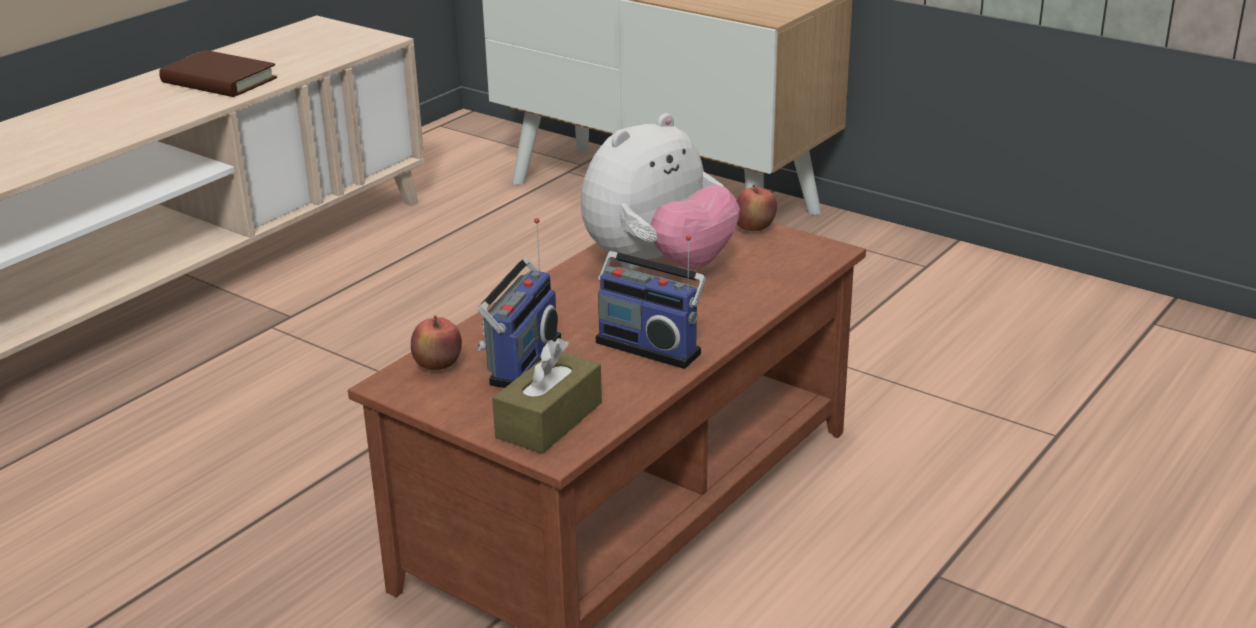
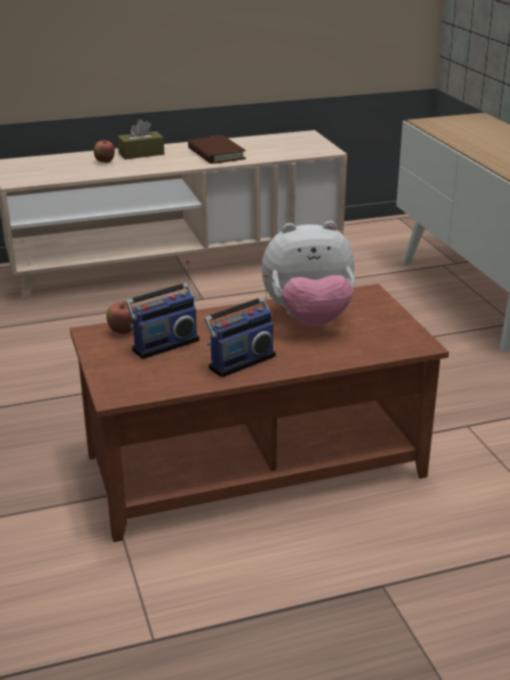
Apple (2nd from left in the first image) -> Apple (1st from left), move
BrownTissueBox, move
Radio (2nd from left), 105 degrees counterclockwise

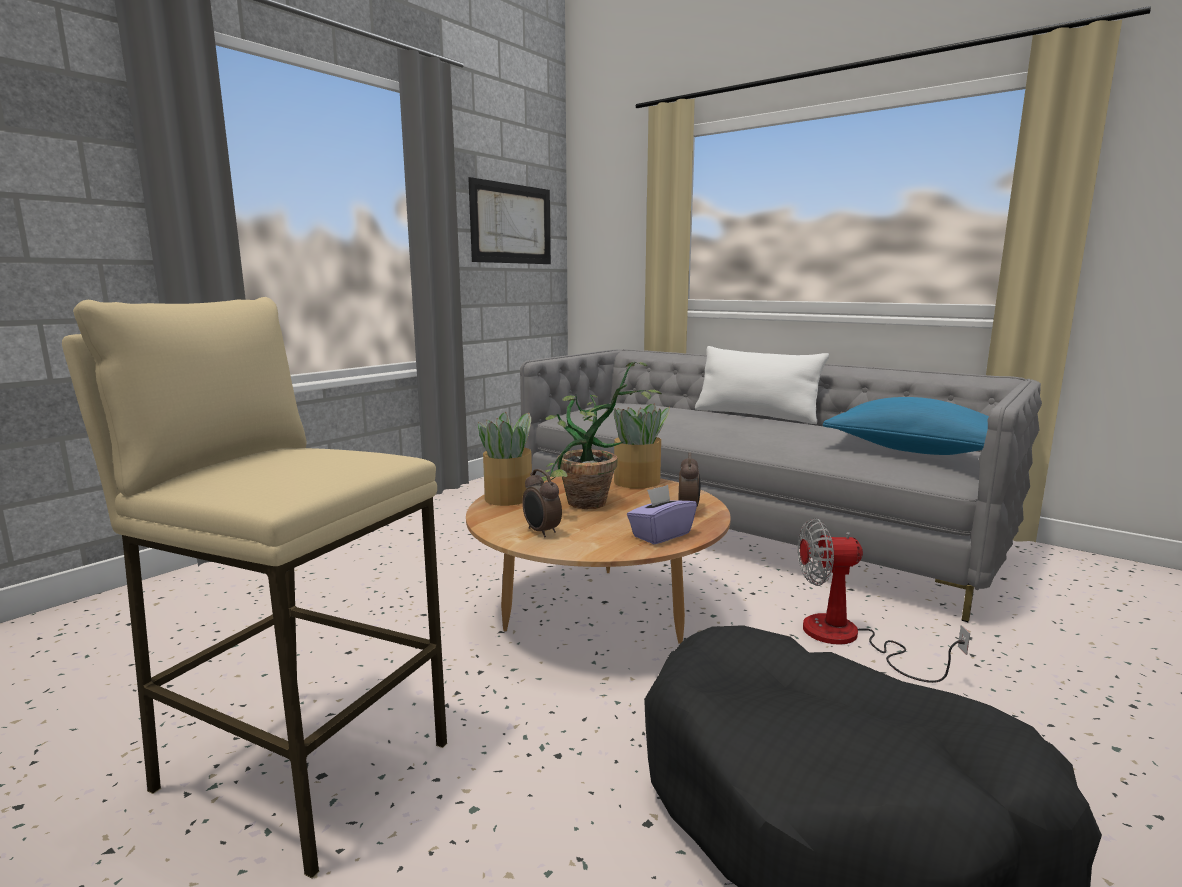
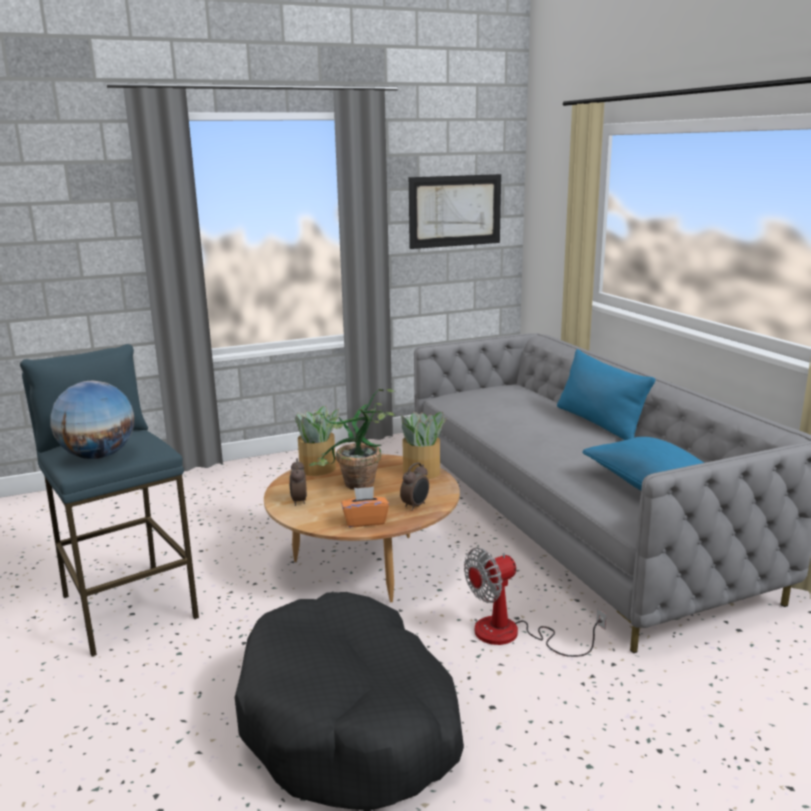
BeigeStool -> BlueStool
none -> Globe
PurpleTissueBox -> OrangeTissueBox
Fan, 60 degrees counterclockwise
WhitePillow -> BluePillow (1st from left)

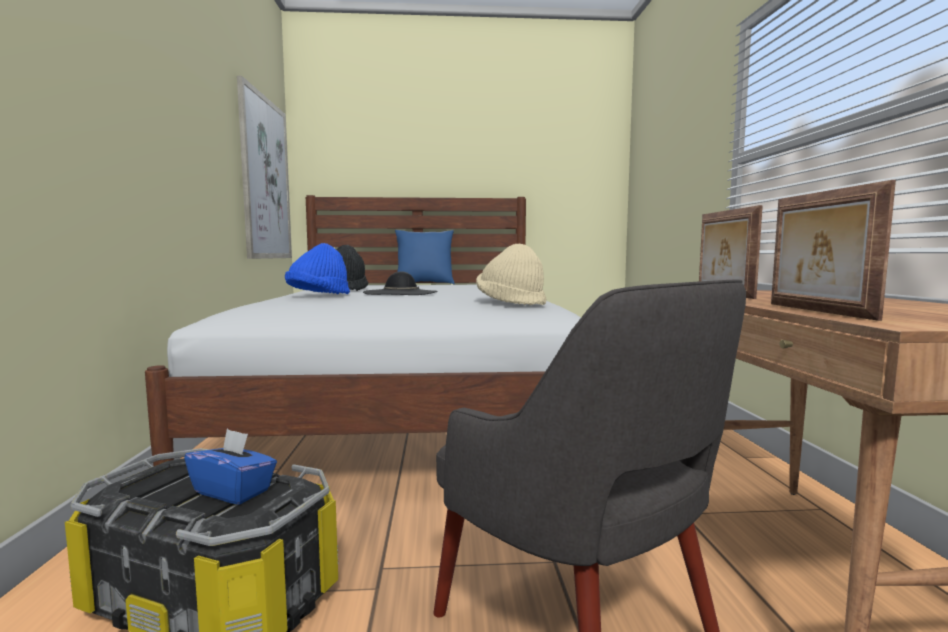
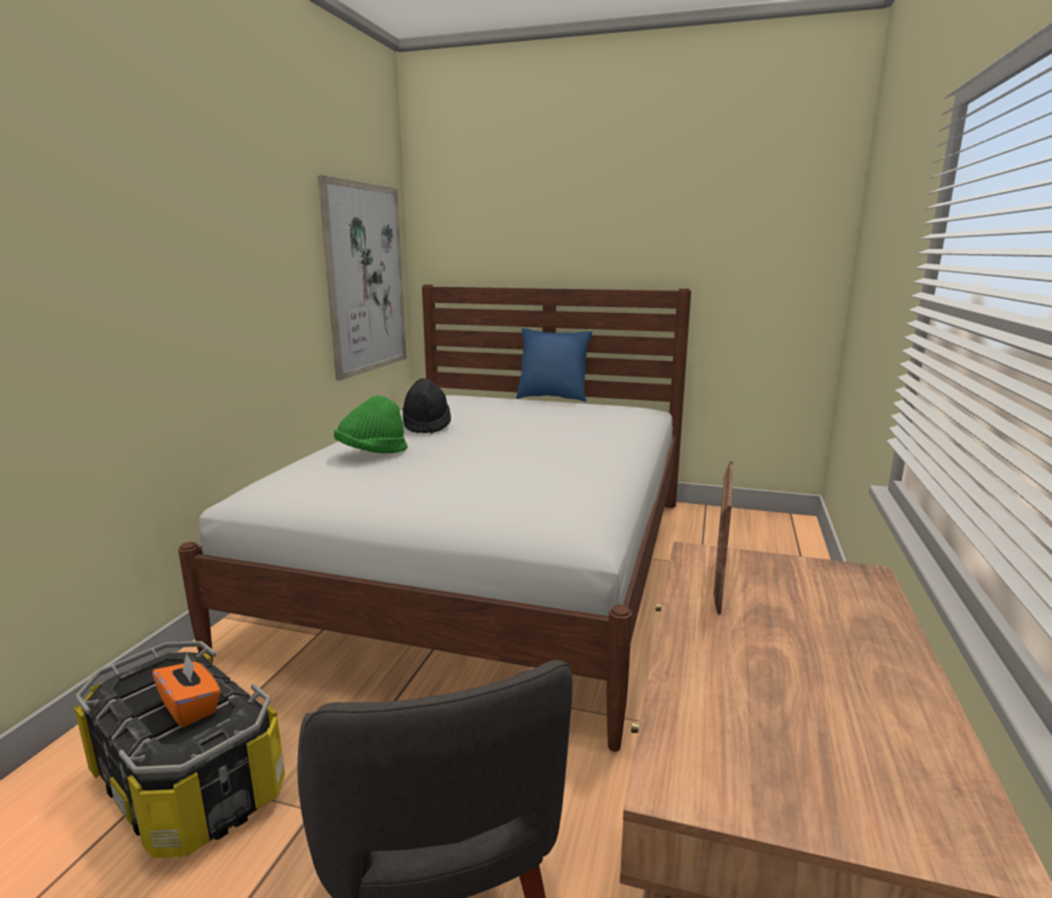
BlueTissueBox -> OrangeTissueBox
BlueHat -> GreenHat
BlackHat (2nd from left) -> none
BeigeHat -> none
PictureFrame (2nd from left) -> none

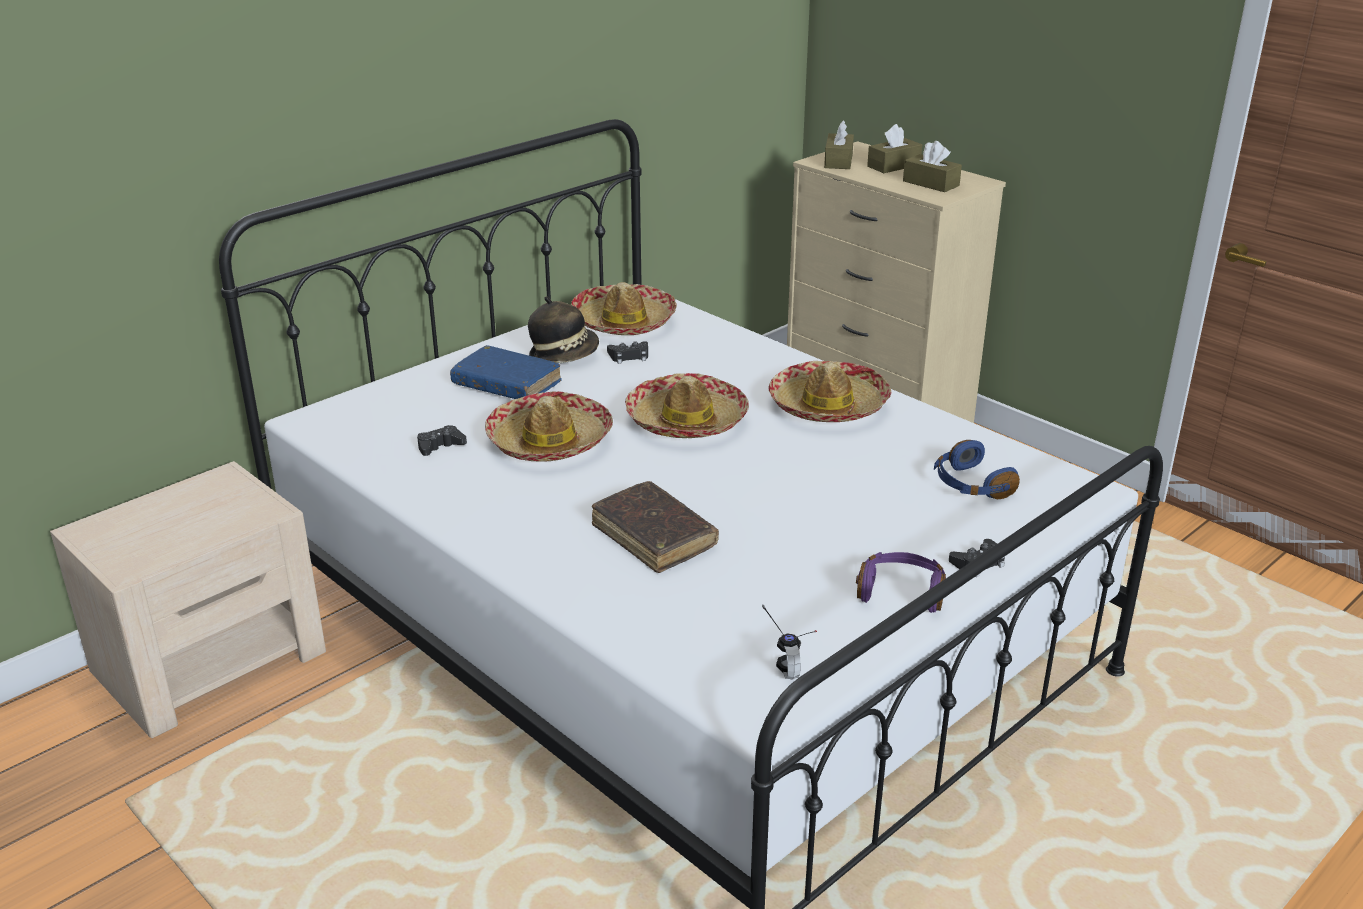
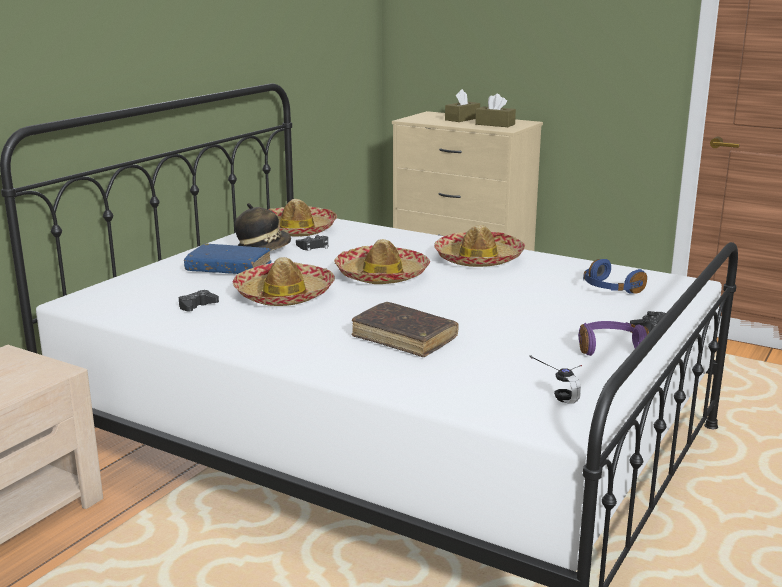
BrownTissueBox (1st from left) -> none

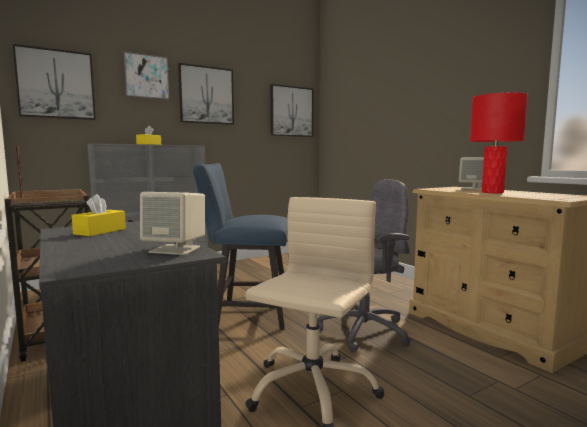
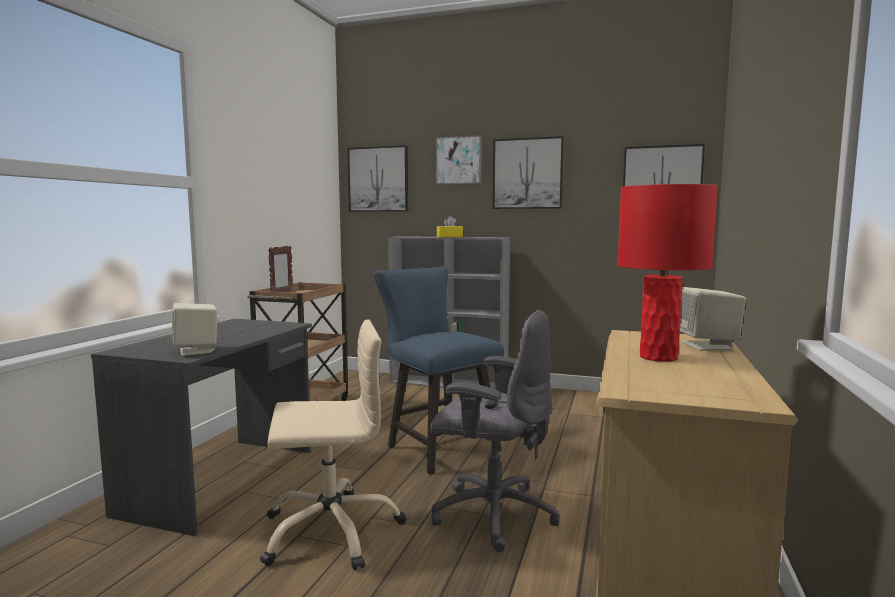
YellowTissueBox (1st from left) -> none

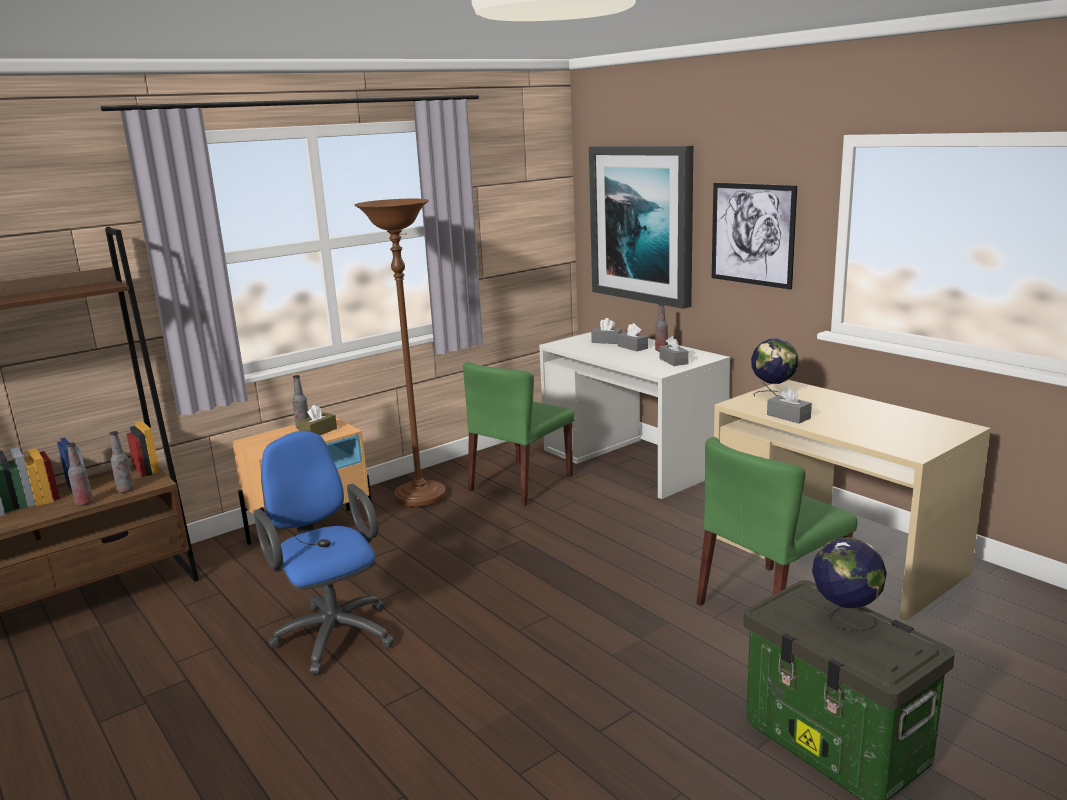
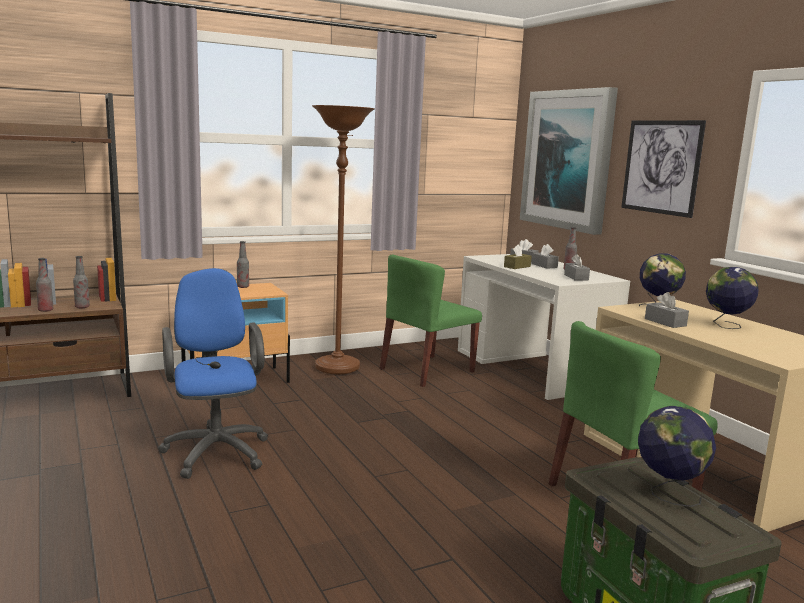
BrownTissueBox, move
none -> Globe (3rd from left)

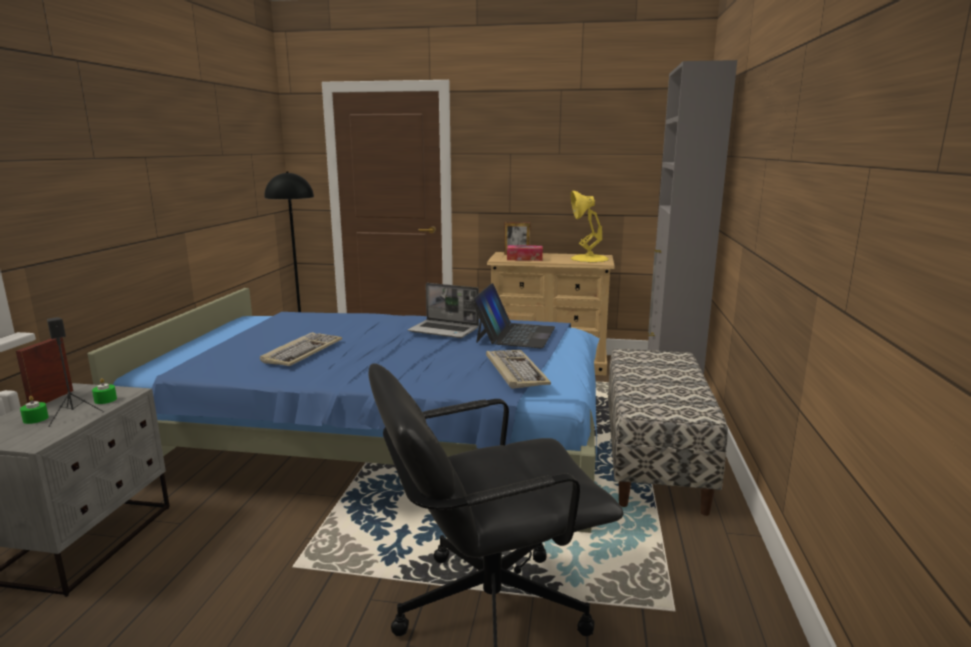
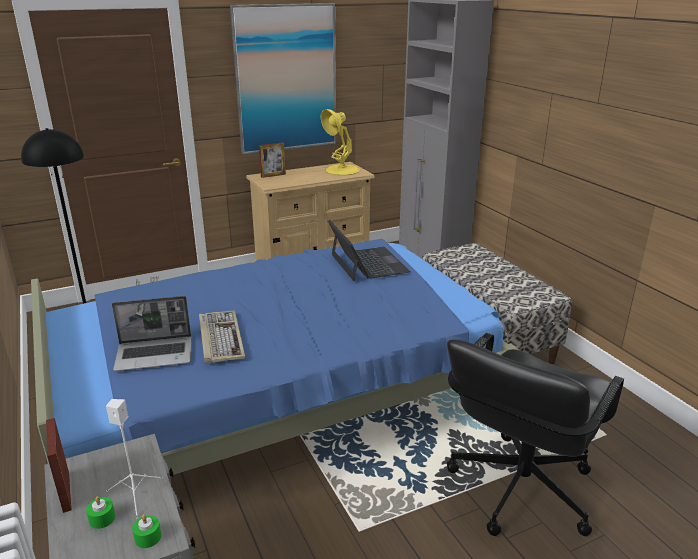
BlackSpeaker -> WhiteSpeaker
Laptop (1st from left), move
GreenCandle (2nd from left), move
none -> Picture
Keyboard (2nd from left) -> none
TissueBox -> none

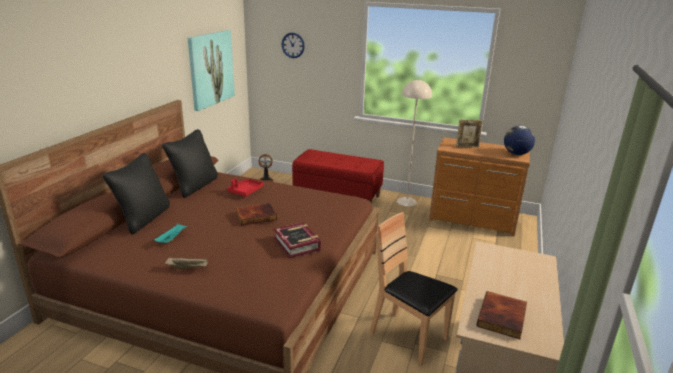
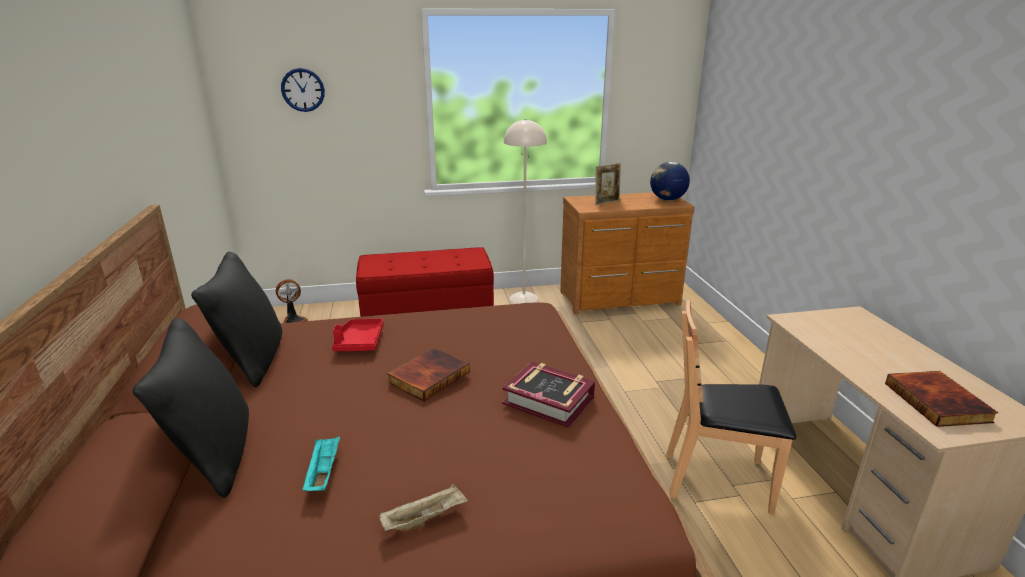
Picture -> none

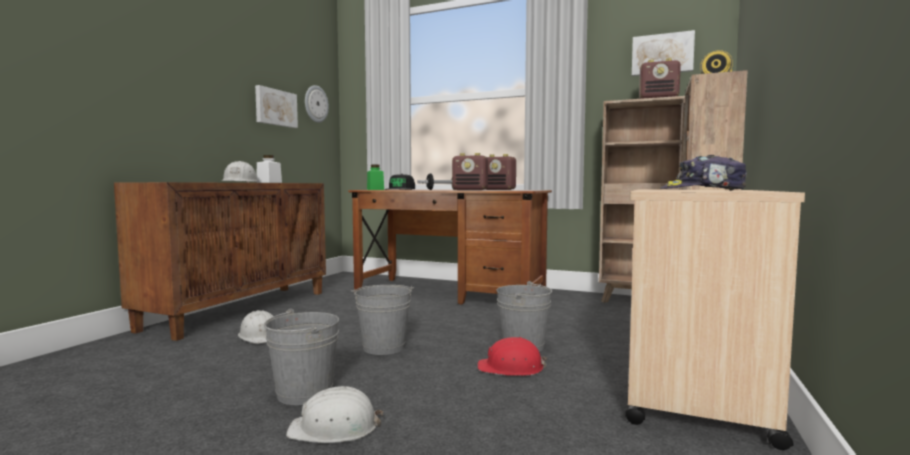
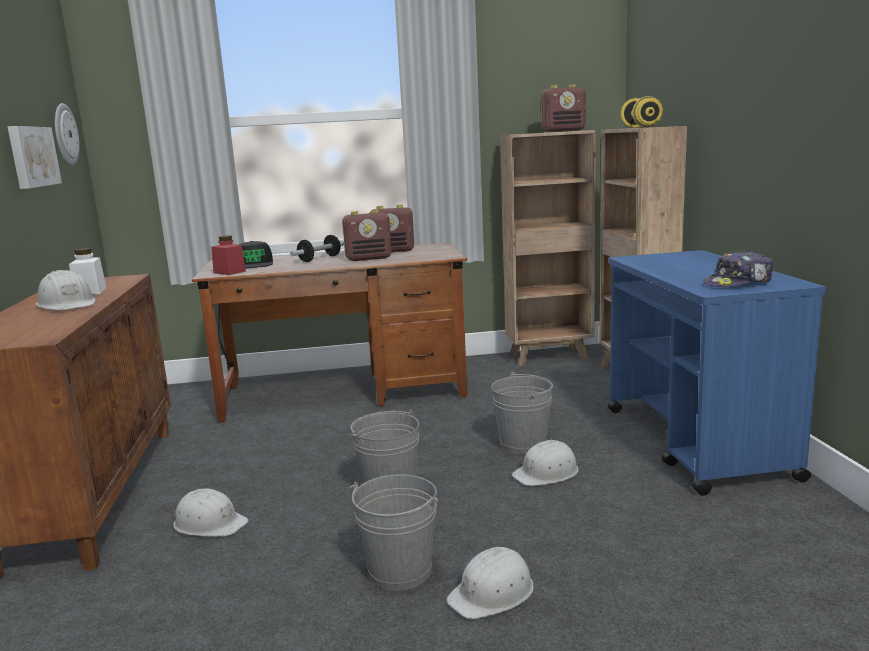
GreenJar -> RedJar
RedHardHat -> WhiteHardHat (4th from left)
BeigeCart -> BlueCart
Picture (2nd from left) -> none

